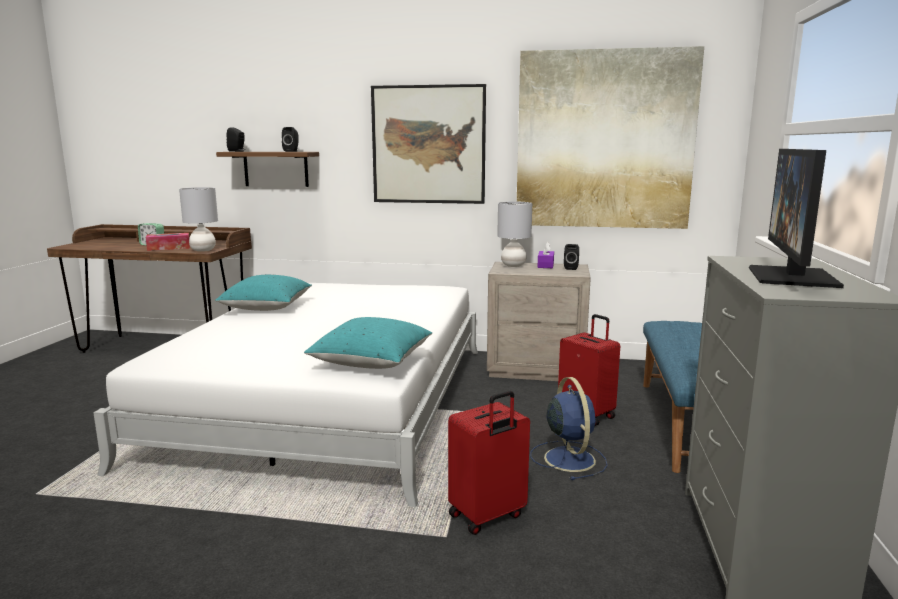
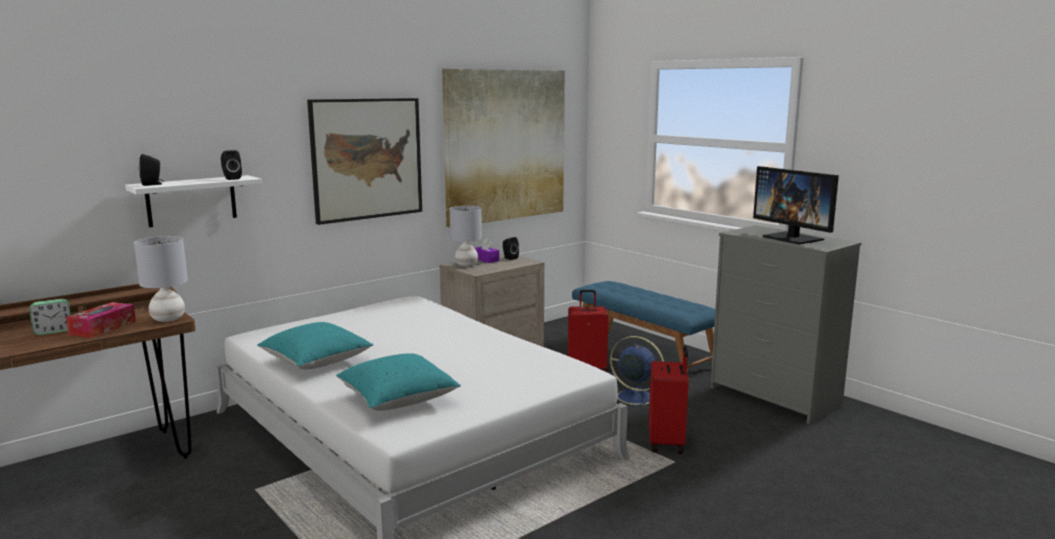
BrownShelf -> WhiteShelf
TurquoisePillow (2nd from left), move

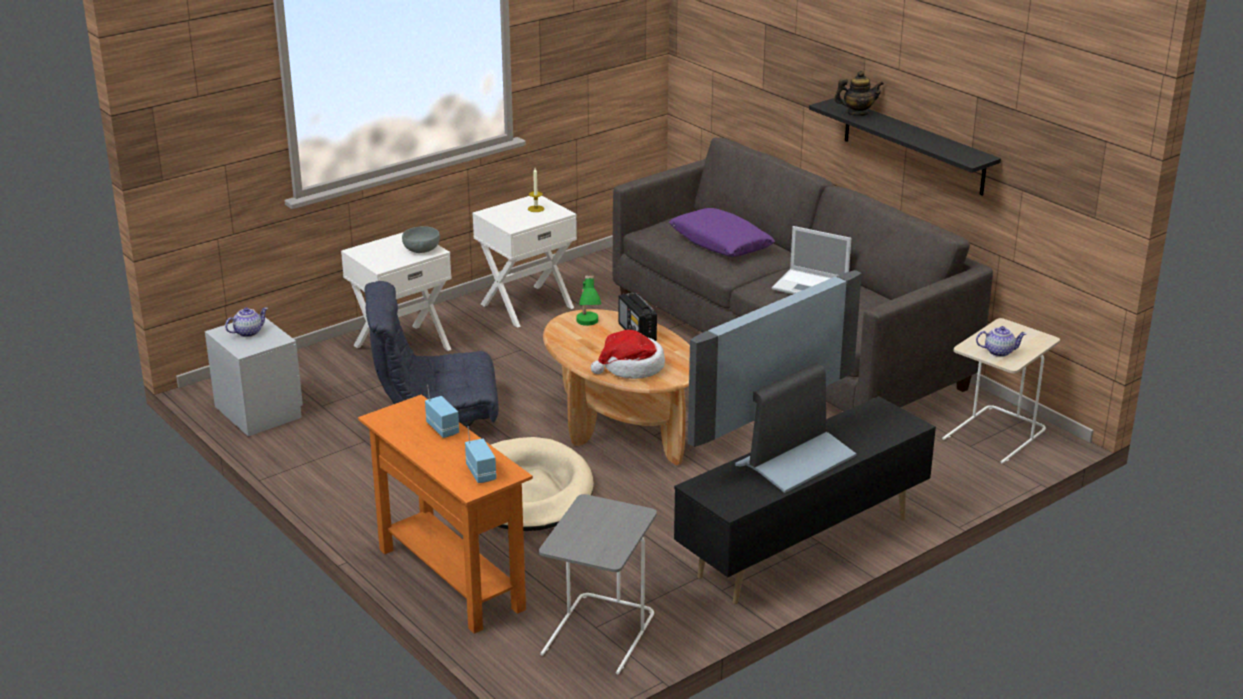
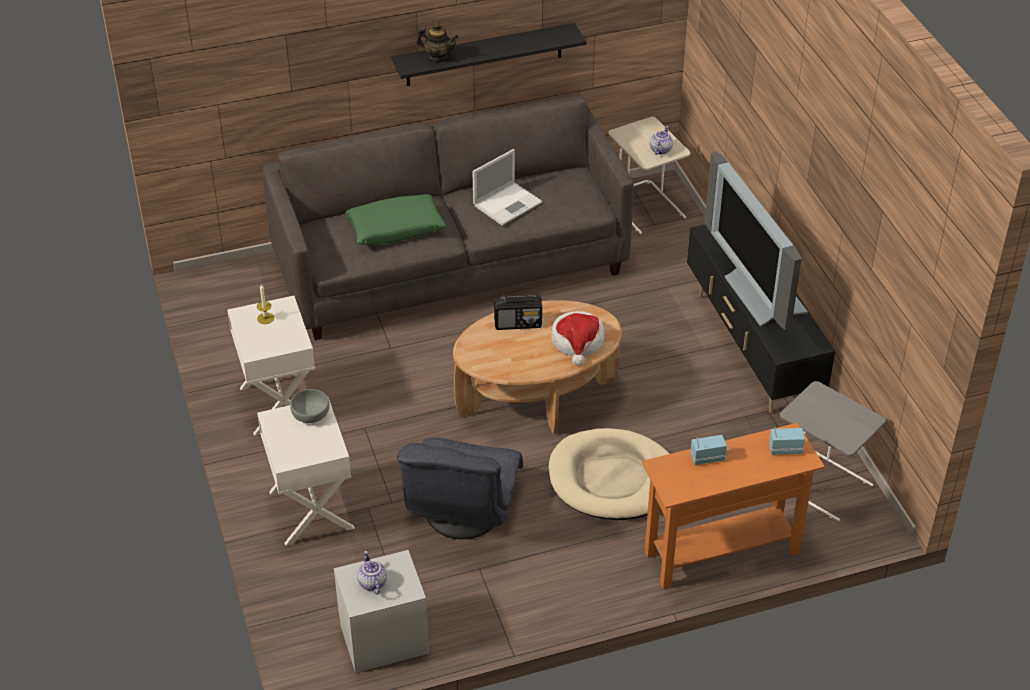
PurplePillow -> GreenPillow
Teapot (2nd from left), 90 degrees clockwise
GreenTableLamp -> none

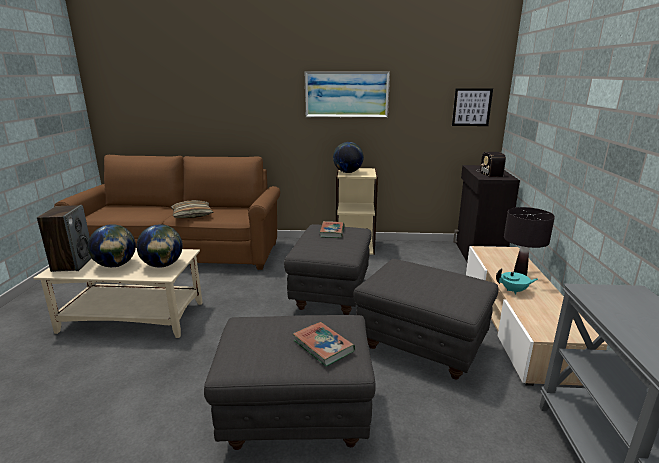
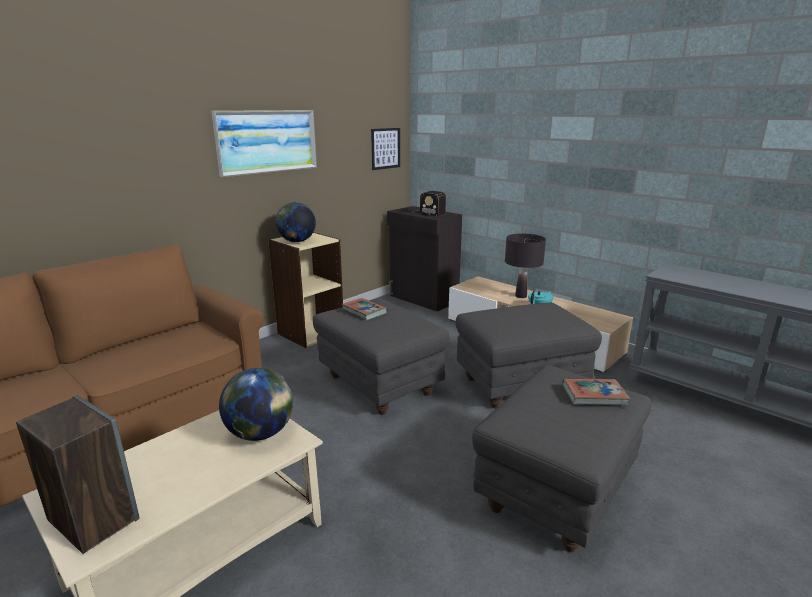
Globe (1st from left) -> none
Pillow -> none

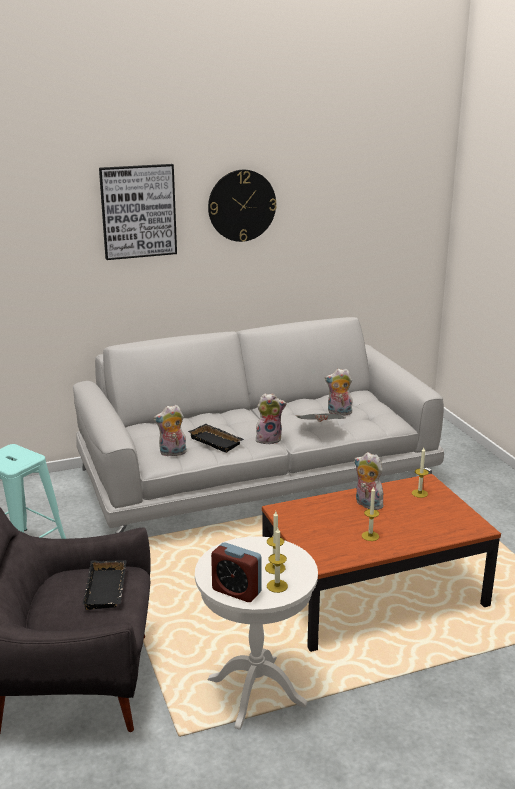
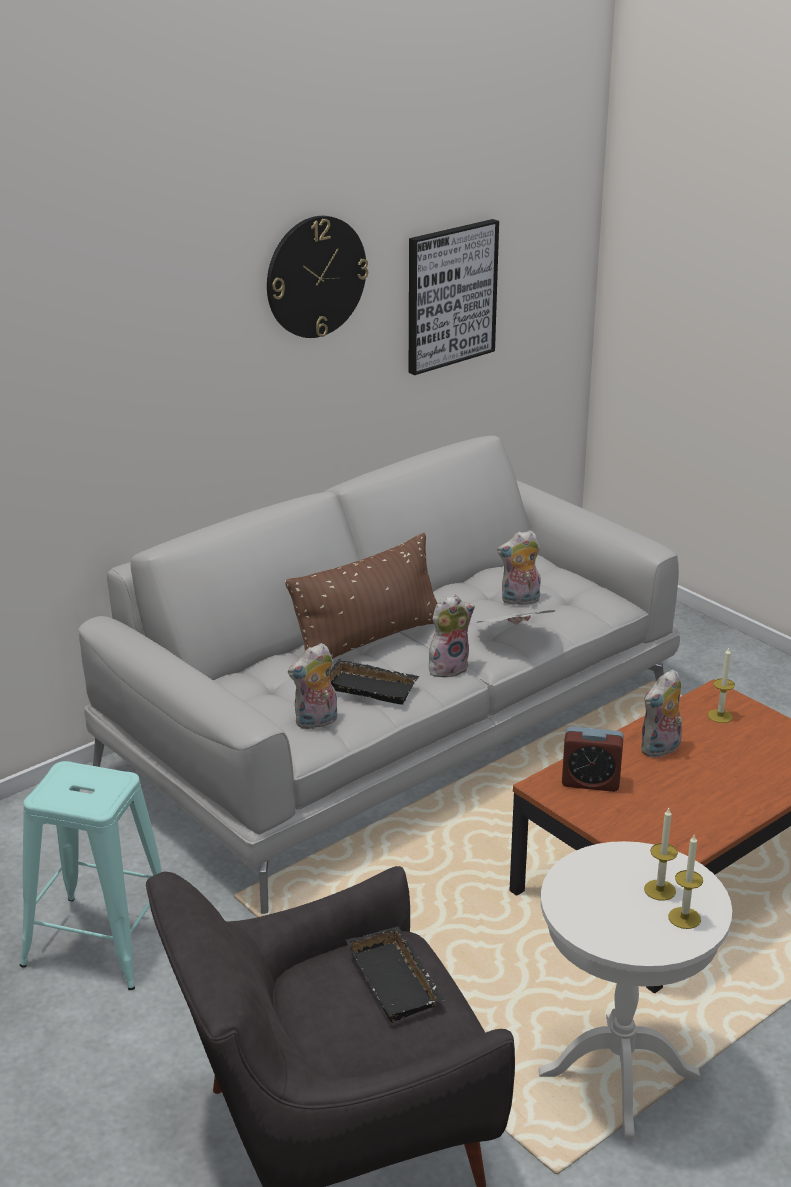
none -> BrownPillow
Picture, move
AlarmClock, move
PlushToy (4th from left), 60 degrees counterclockwise
Candle (3rd from left) -> none

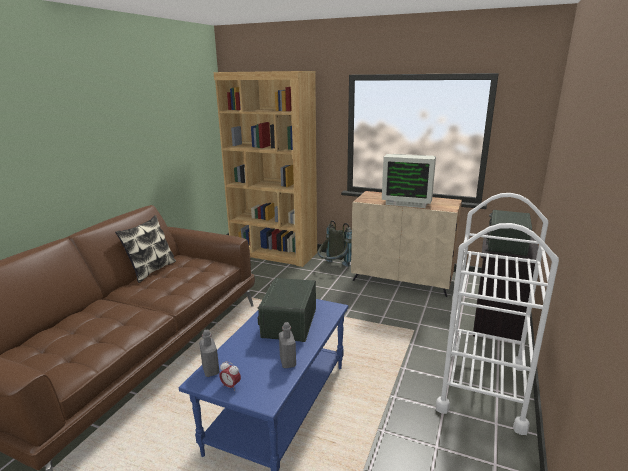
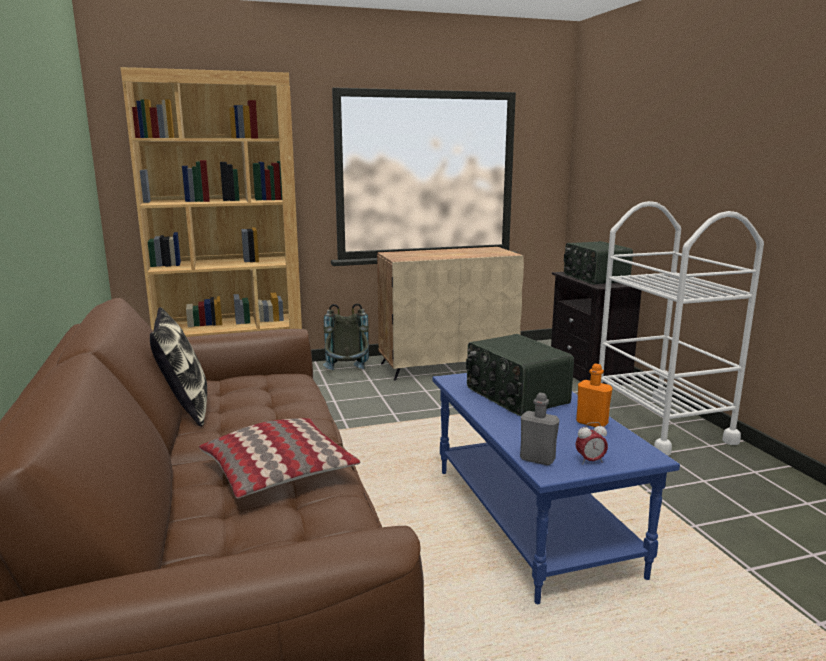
none -> Pillow (2nd from left)
GreyBottle (2nd from left) -> OrangeBottle
Monitor -> none

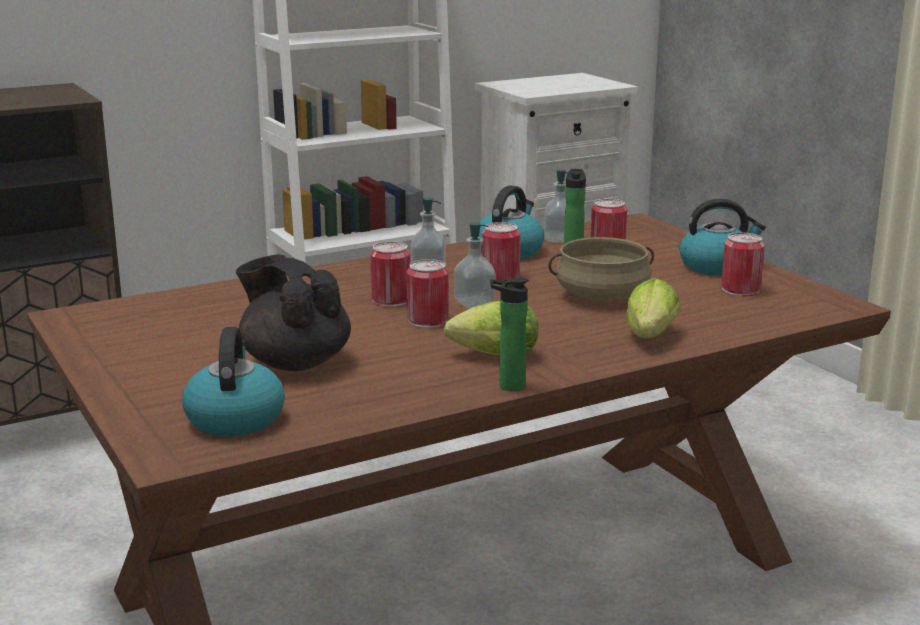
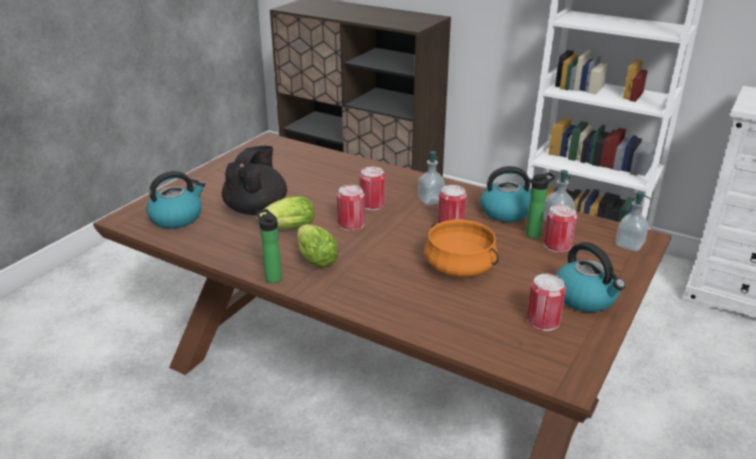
Lettuce (2nd from left in the first image) -> Lettuce (1st from left), move
BeigeCookingPot -> OrangeCookingPot
SoapDispenser (2nd from left in the first image) -> SoapDispenser (3rd from left), move

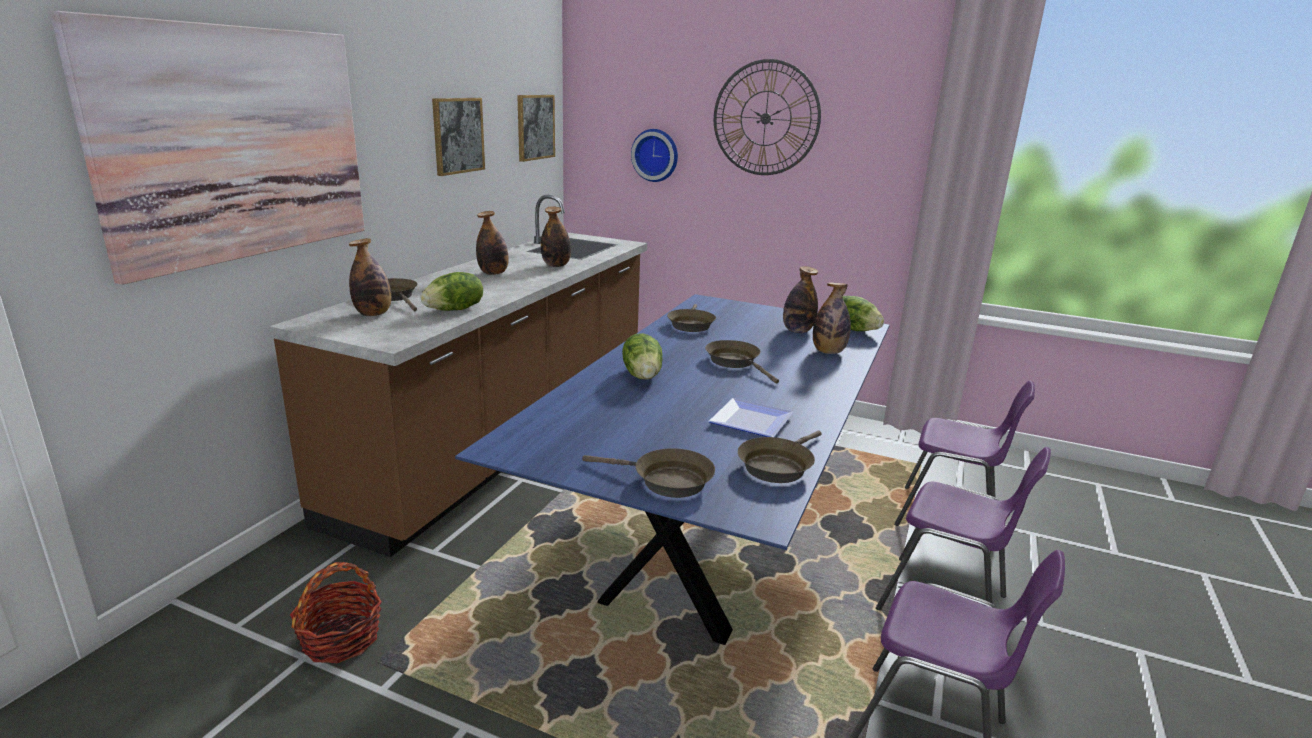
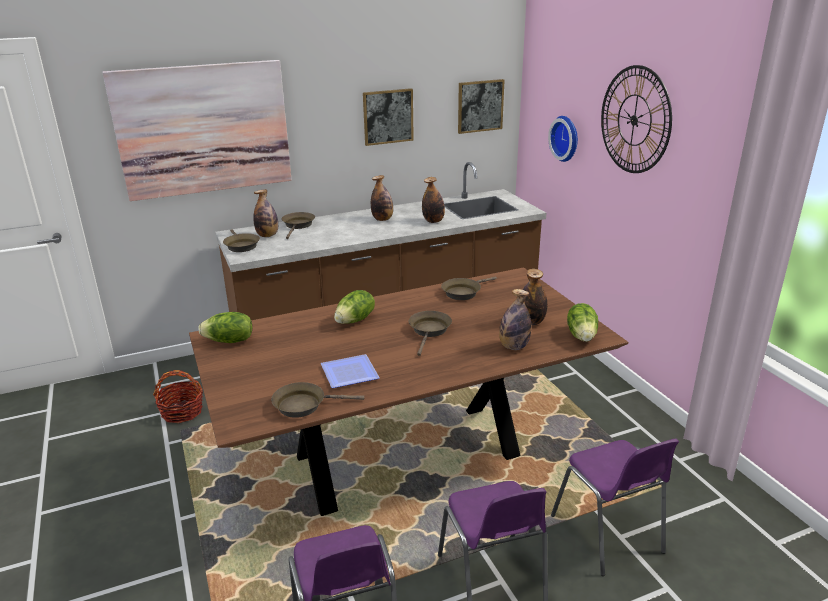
BlueDiningTable -> BrownDiningTable
Lettuce (1st from left), move
BrownFryingPan (2nd from left in the first image) -> BrownFryingPan (1st from left), move

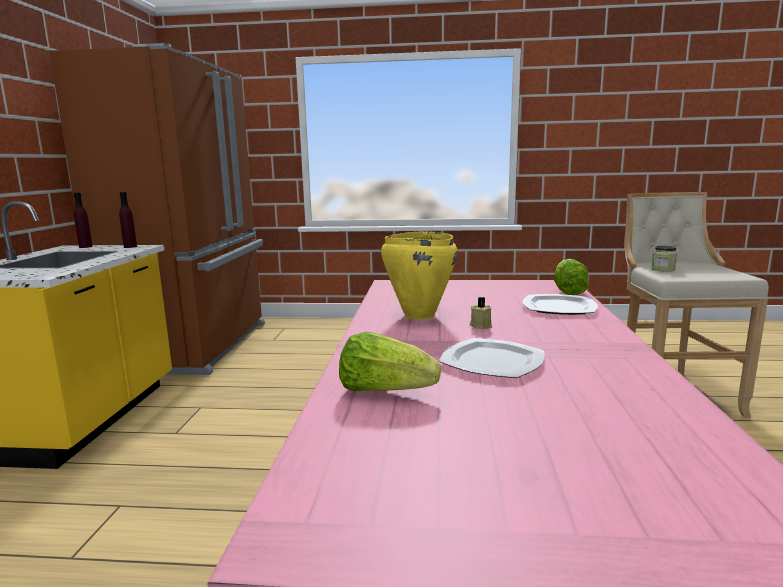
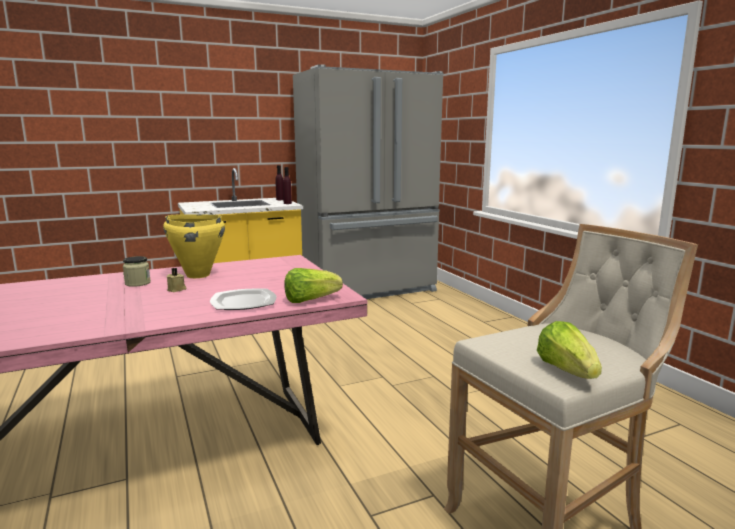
Jar, move
BrownFridge -> GreyFridge
Lettuce (1st from left in the first image) -> Lettuce (2nd from left), move
Plate (1st from left) -> none

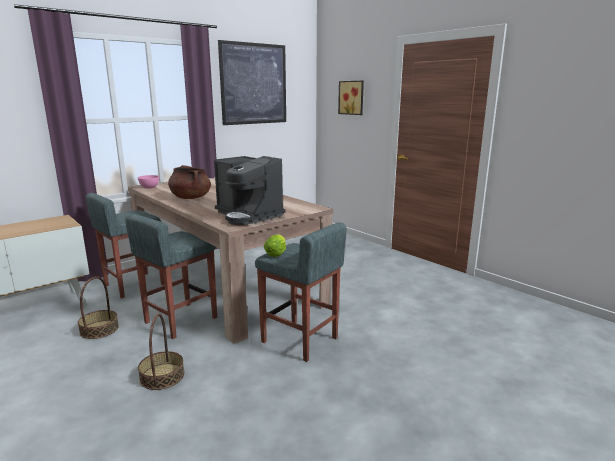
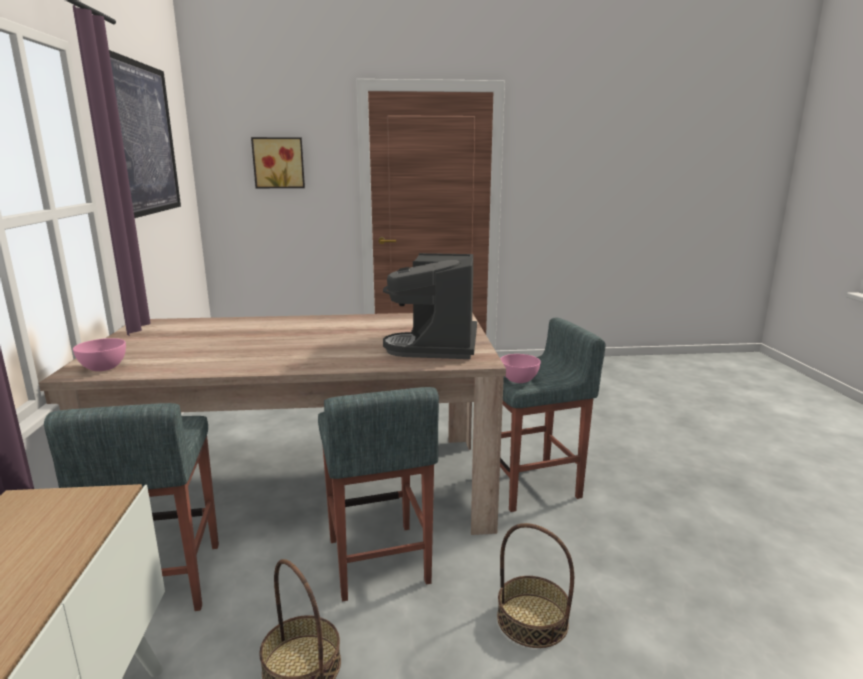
CoffeeMachine, 105 degrees clockwise
Lettuce -> PinkBowl (2nd from left)
BrownCookingPot -> none

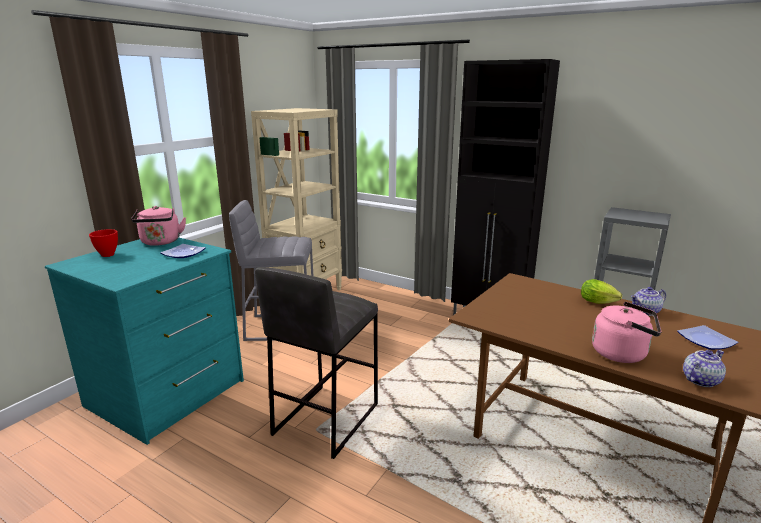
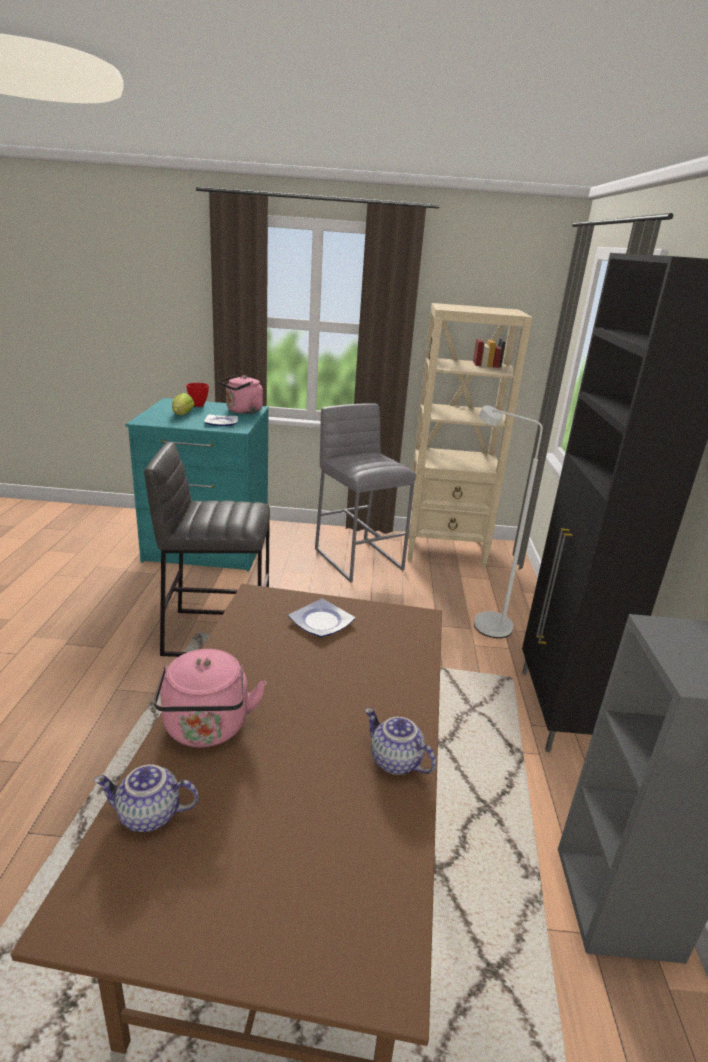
Teapot (2nd from left in the first image) -> Teapot (1st from left), 150 degrees clockwise
Lettuce, move
Plate (2nd from left), move
none -> WhiteFloorLamp

